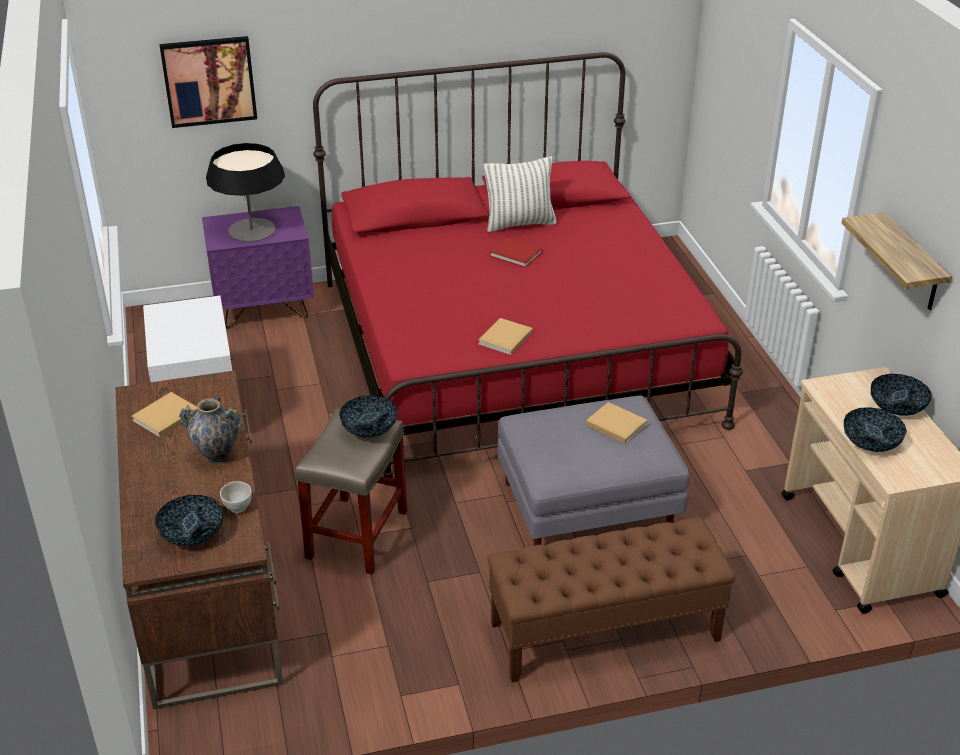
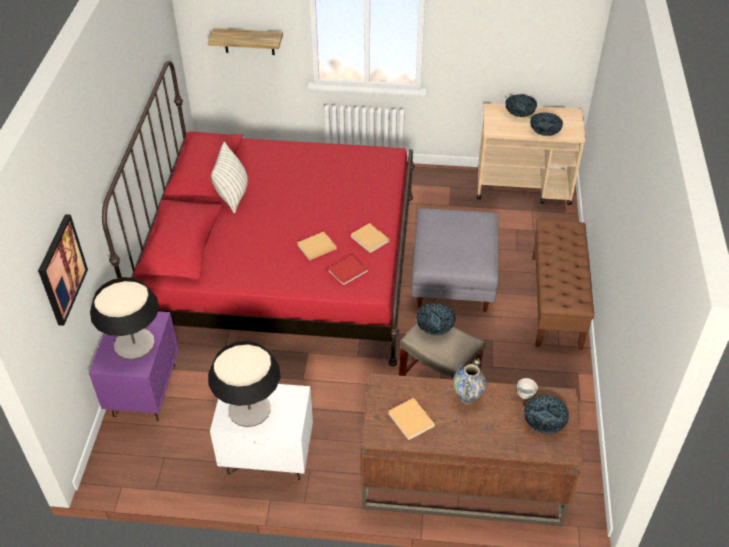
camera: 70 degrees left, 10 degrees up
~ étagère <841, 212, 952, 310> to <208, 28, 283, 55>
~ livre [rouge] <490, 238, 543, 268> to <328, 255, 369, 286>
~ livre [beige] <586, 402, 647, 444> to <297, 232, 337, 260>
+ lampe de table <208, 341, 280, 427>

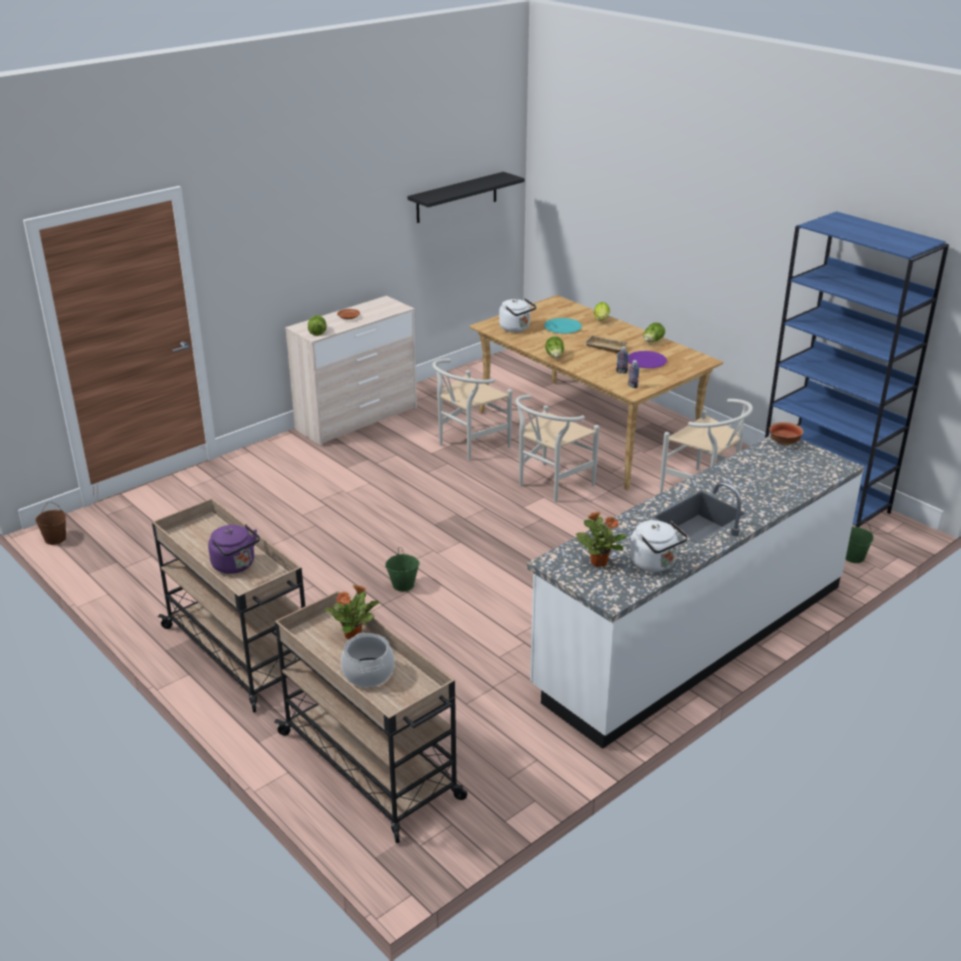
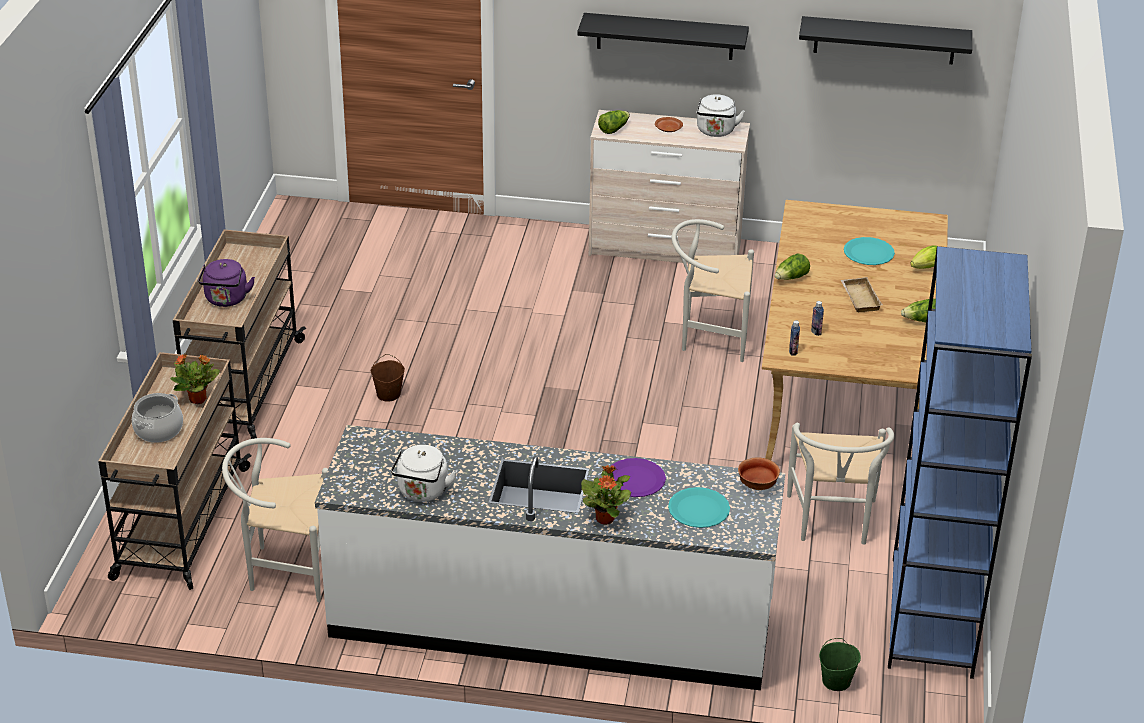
camera: 50 degrees right, 5 degrees up
~ bouilloire [blanc] <499, 298, 537, 332> to <697, 94, 745, 137>
~ assiette [violet] <628, 351, 667, 368> to <612, 458, 666, 497>
~ chaise [blanc] <515, 395, 599, 502> to <222, 438, 328, 602>
~ seau [marron] <35, 502, 66, 545> to <371, 354, 405, 402>
~ plante en pot <576, 512, 627, 567> to <581, 465, 631, 525>
- seau [vert] <385, 547, 420, 591>
+ étagère [noir] <577, 13, 749, 60>
+ assiette [turquoise] <668, 487, 730, 528>

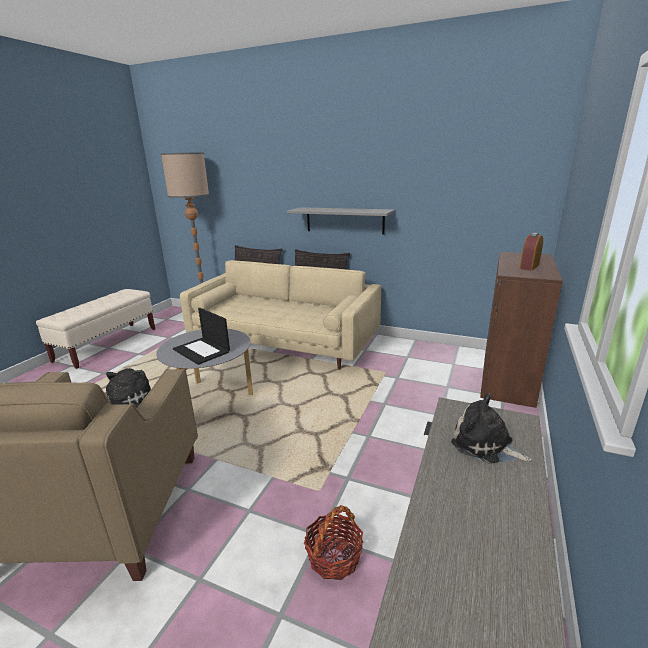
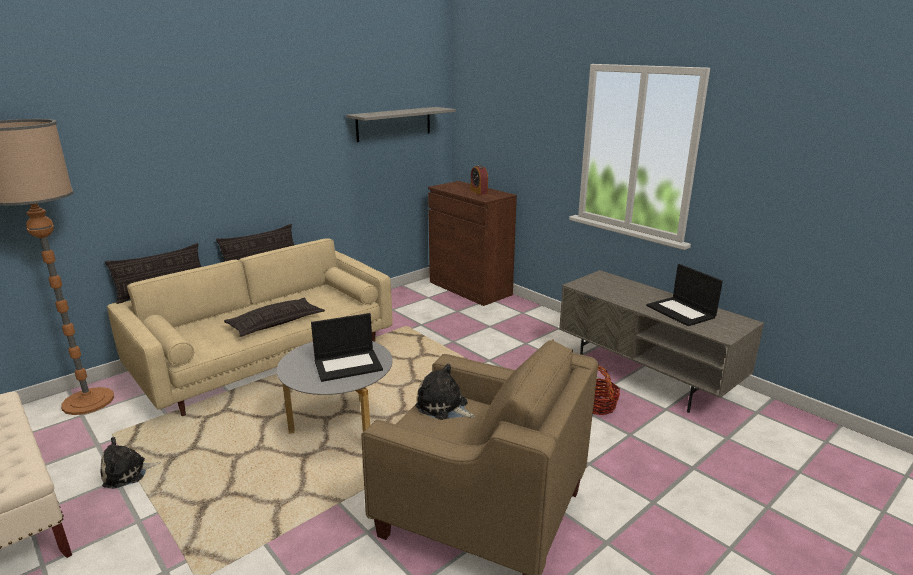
camera: 65 degrees left, 0 degrees up
~ étagère [gris] <287, 207, 394, 235> to <346, 107, 456, 142>
~ peluche <451, 393, 532, 464> to <100, 437, 161, 489>
+ ordinateur portable <646, 264, 723, 326>
+ coussin <224, 298, 325, 337>

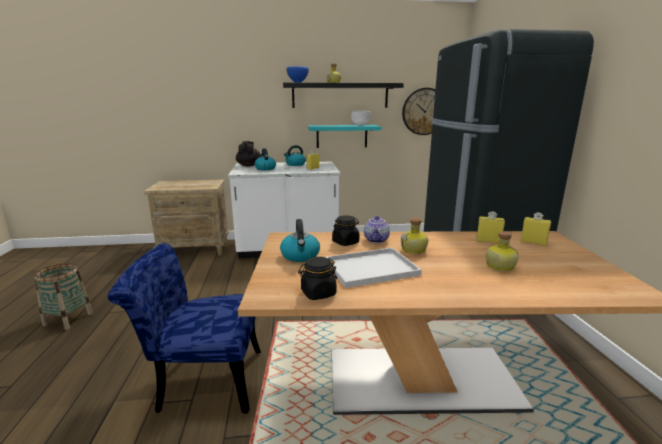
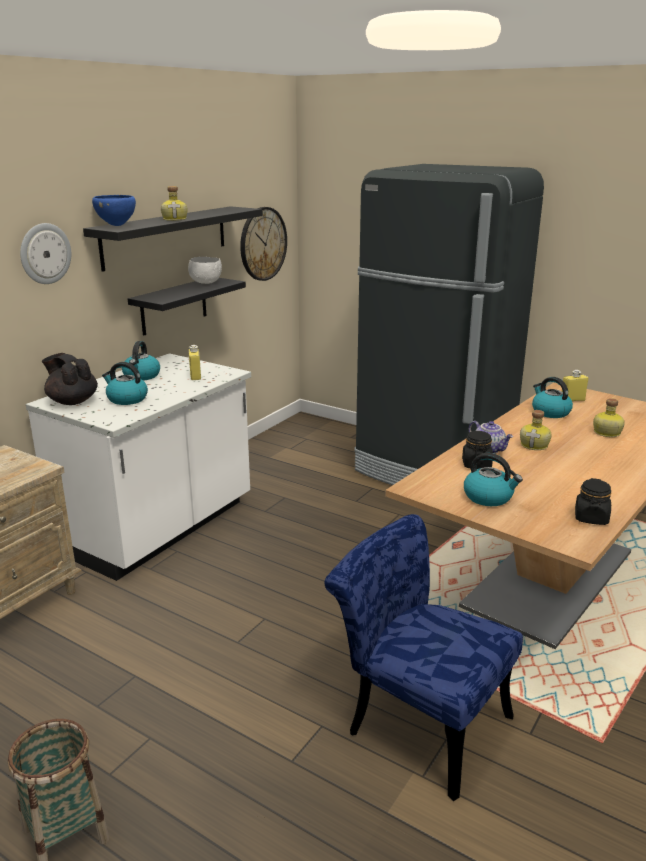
camera: 50 degrees left, 5 degrees up
~ étagère [turquoise] <308, 125, 381, 148> to étagère [noir] <128, 278, 246, 336>
~ bouteille [jaune] <476, 211, 505, 244> to bouilloire <532, 377, 573, 418>
~ chaise [bleu] <108, 243, 261, 414> = <324, 514, 523, 801> 90 degrees clockwise
- plateau [blanc] <325, 248, 422, 288>
+ horloge murale <20, 223, 71, 284>

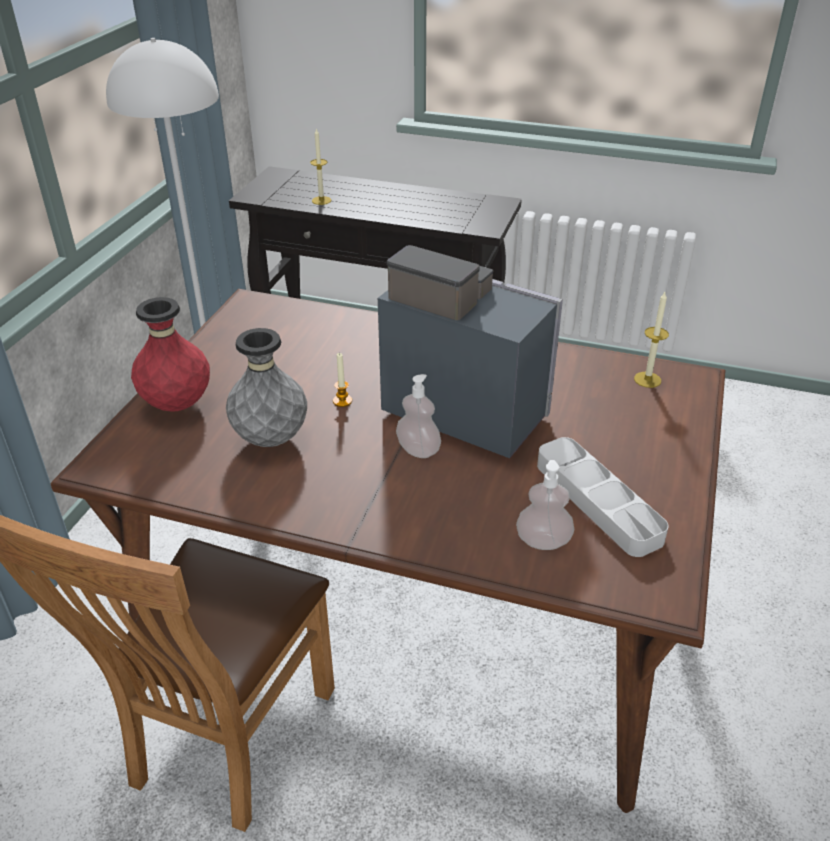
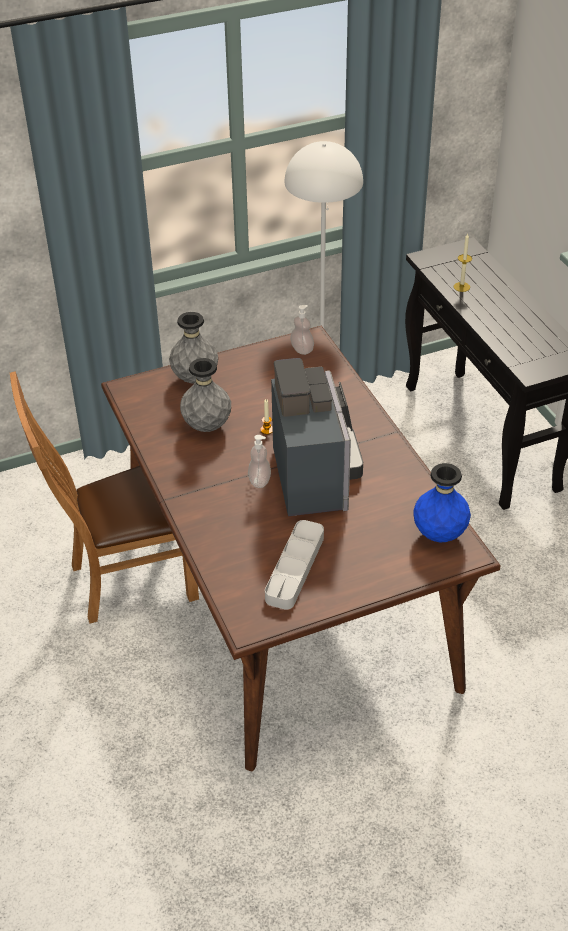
camera: 50 degrees right, 5 degrees up
~ bougie <634, 292, 669, 388> to vase [bleu] <413, 463, 471, 542>
~ vase [rouge] <131, 297, 210, 412> to vase [gris] <169, 312, 218, 383>
~ distributeur de savon <516, 460, 574, 550> to <290, 305, 314, 355>

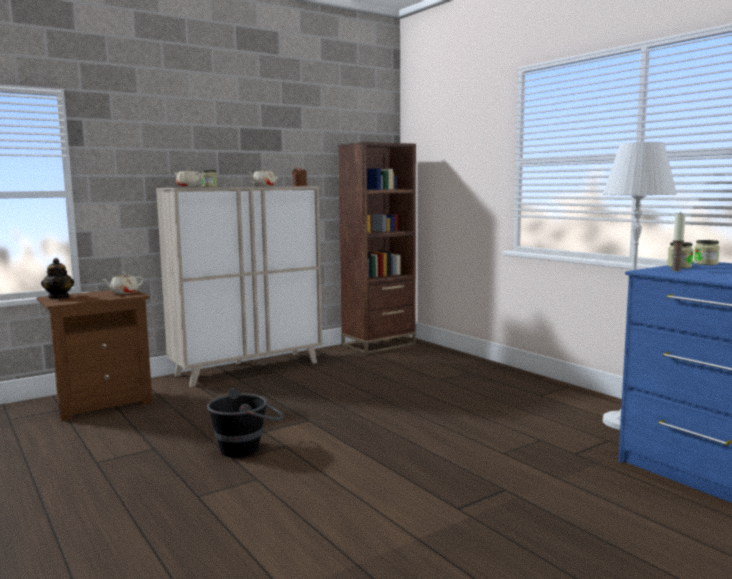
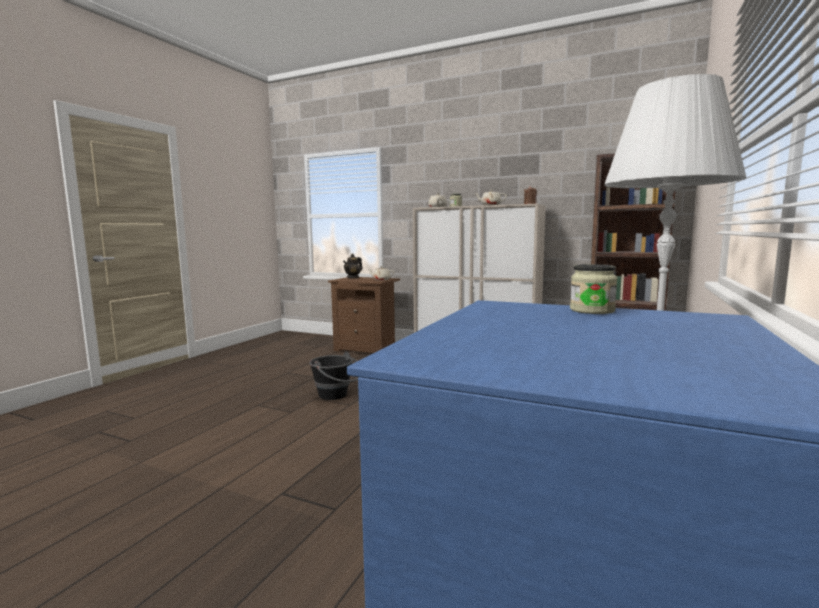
camera: 60 degrees right, 0 degrees up
- bougie <671, 212, 686, 271>
- bocal <694, 240, 720, 265>

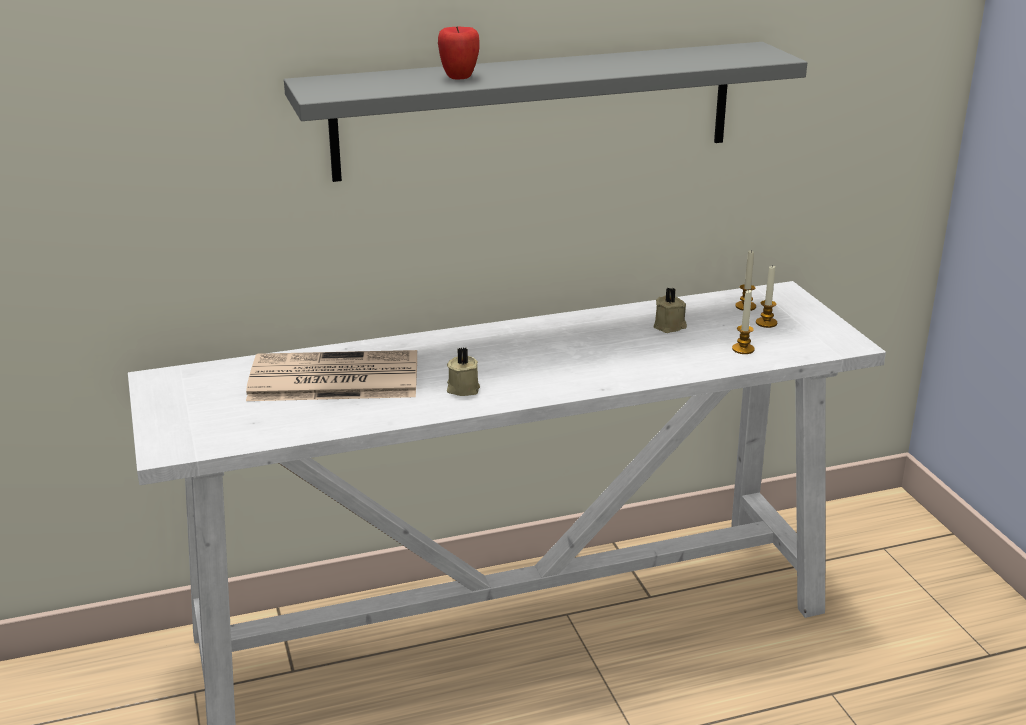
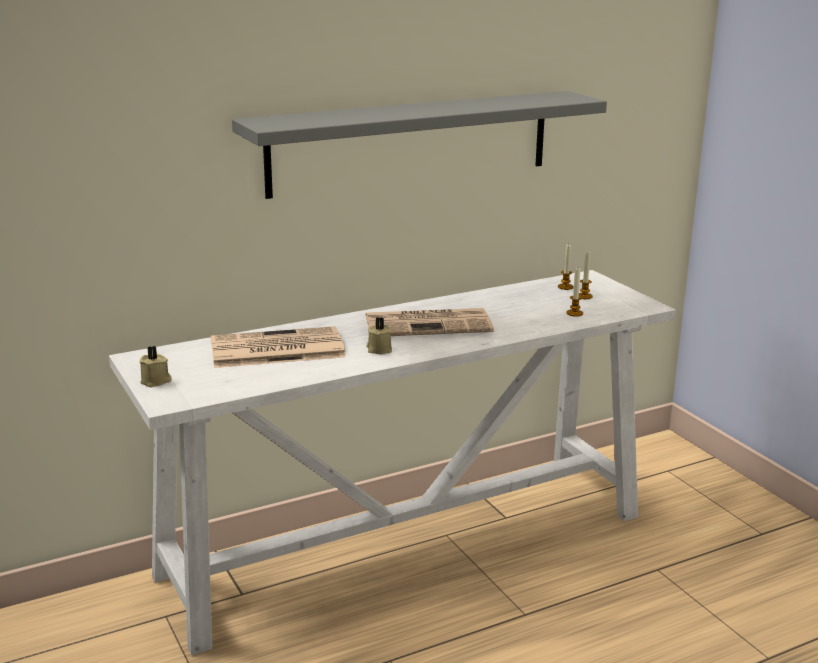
camera: 10 degrees left, 5 degrees down
- pomme <438, 26, 480, 79>
~ bougie [beige] <654, 288, 687, 333> to <140, 346, 172, 388>
+ journal <366, 308, 494, 336>

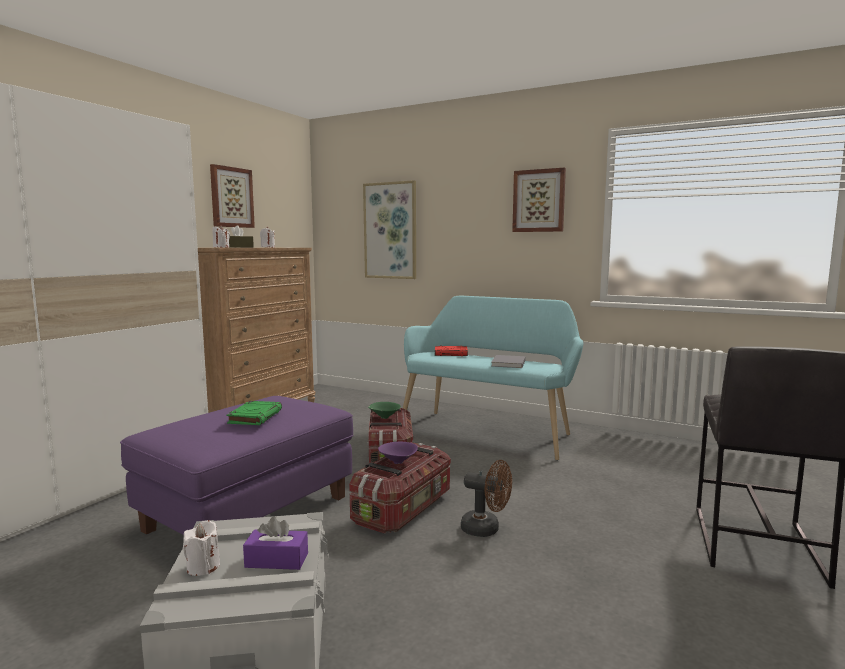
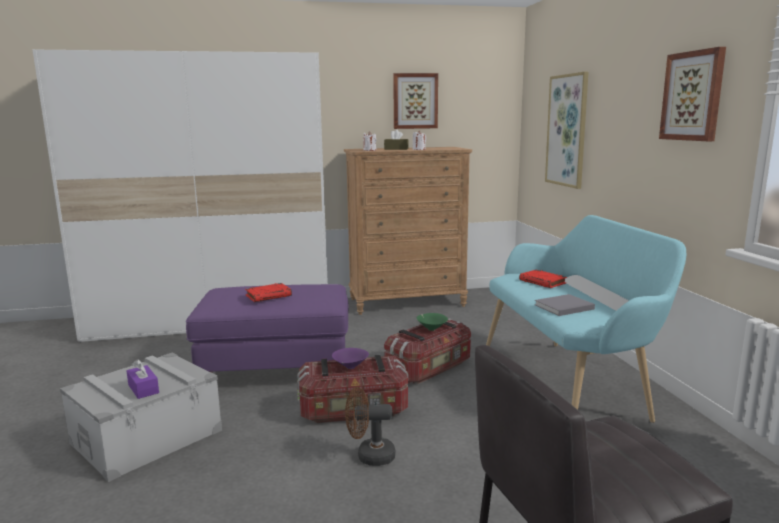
camera: 50 degrees right, 5 degrees up
~ livre [vert] <226, 401, 282, 425> to livre [rouge] <245, 283, 292, 302>
~ ventilateur [marron] <461, 460, 512, 537> = <345, 387, 395, 466> 105 degrees clockwise
- bougie [blanc] <183, 520, 220, 576>

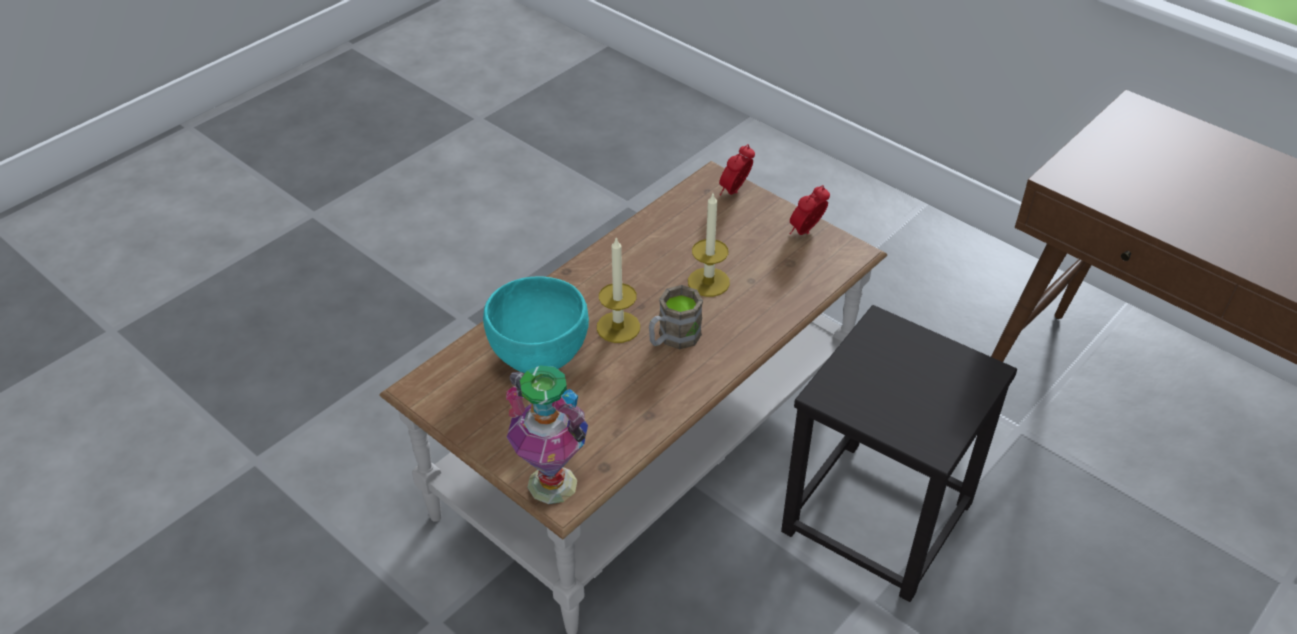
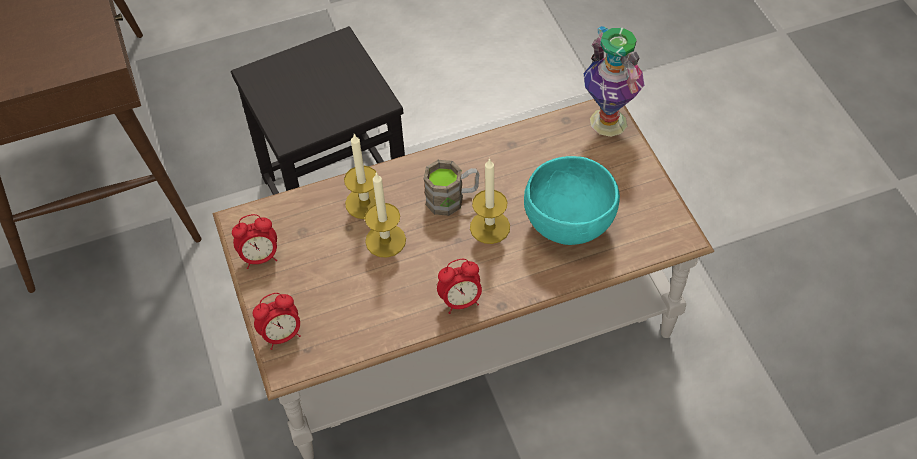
camera: 150 degrees left, 10 degrees up
+ bougie <344, 134, 378, 219>
+ réveil <437, 259, 482, 314>

